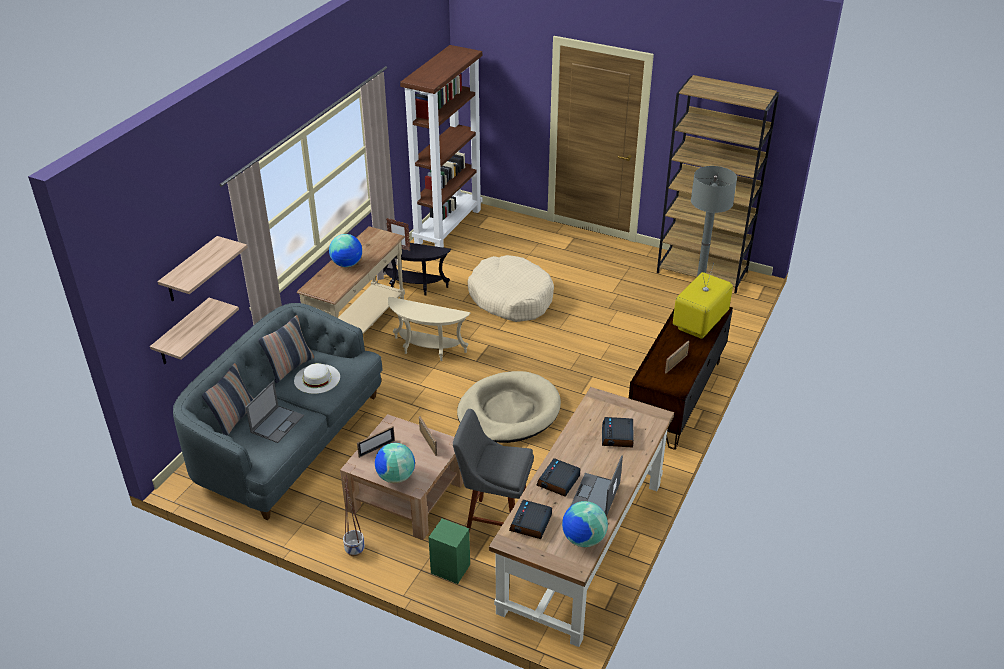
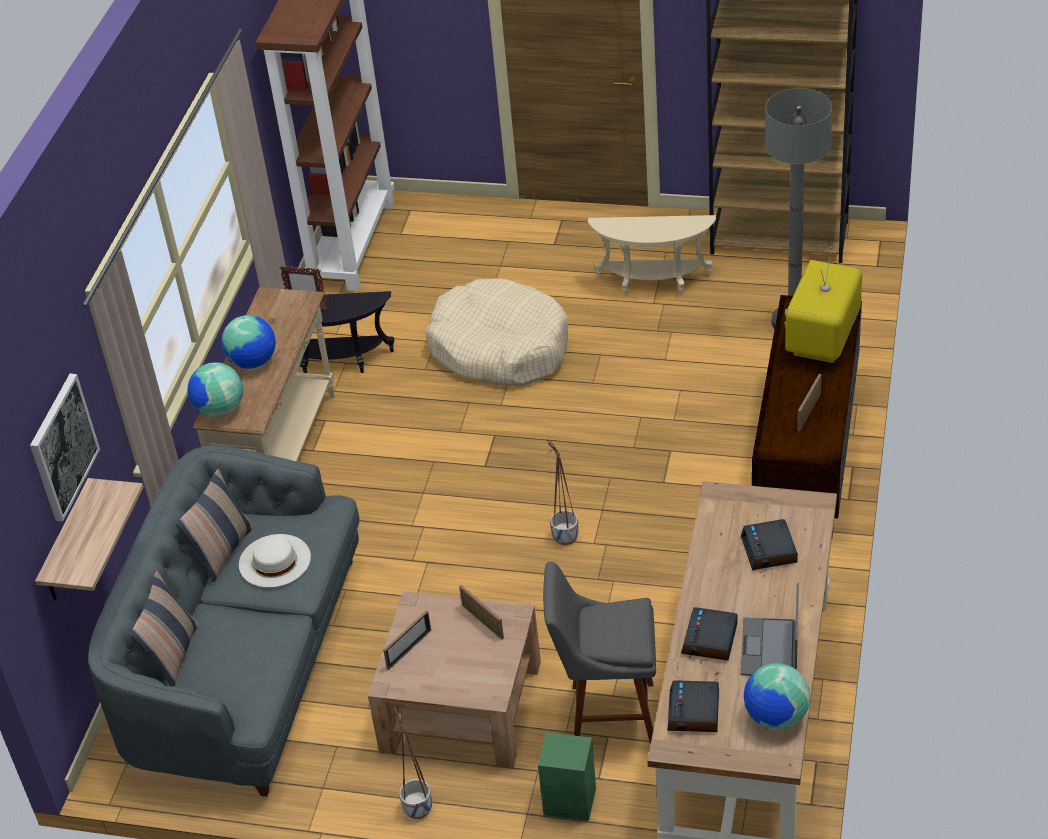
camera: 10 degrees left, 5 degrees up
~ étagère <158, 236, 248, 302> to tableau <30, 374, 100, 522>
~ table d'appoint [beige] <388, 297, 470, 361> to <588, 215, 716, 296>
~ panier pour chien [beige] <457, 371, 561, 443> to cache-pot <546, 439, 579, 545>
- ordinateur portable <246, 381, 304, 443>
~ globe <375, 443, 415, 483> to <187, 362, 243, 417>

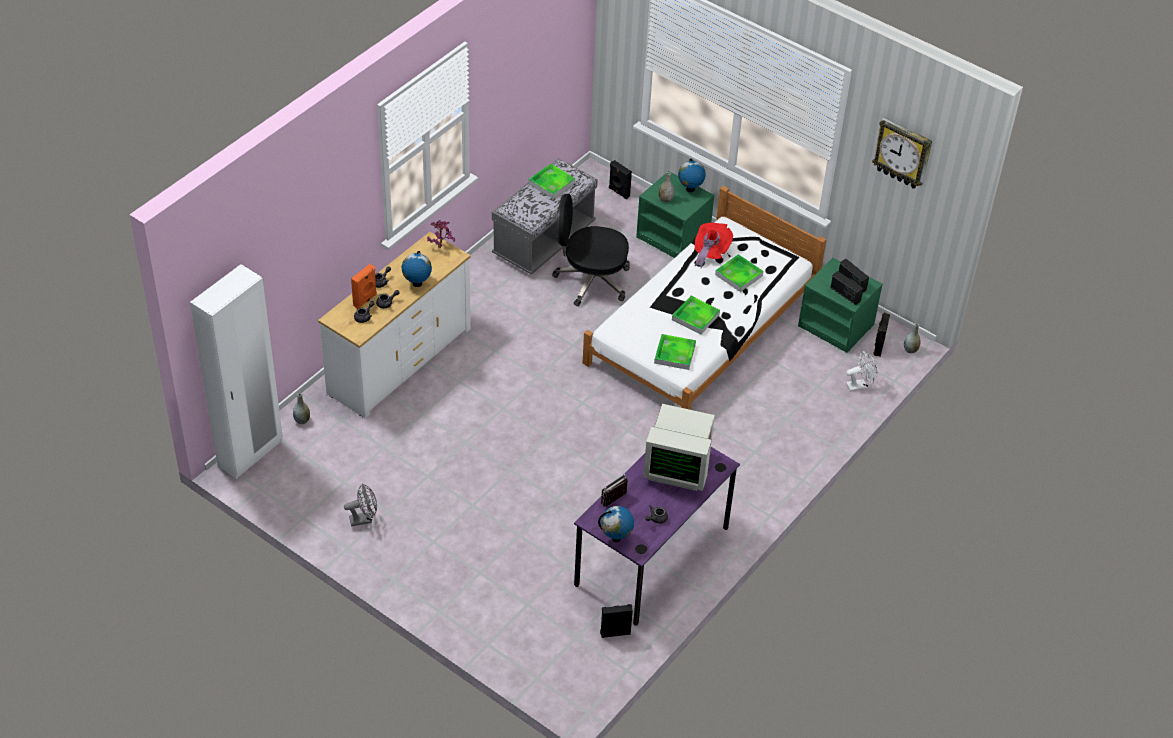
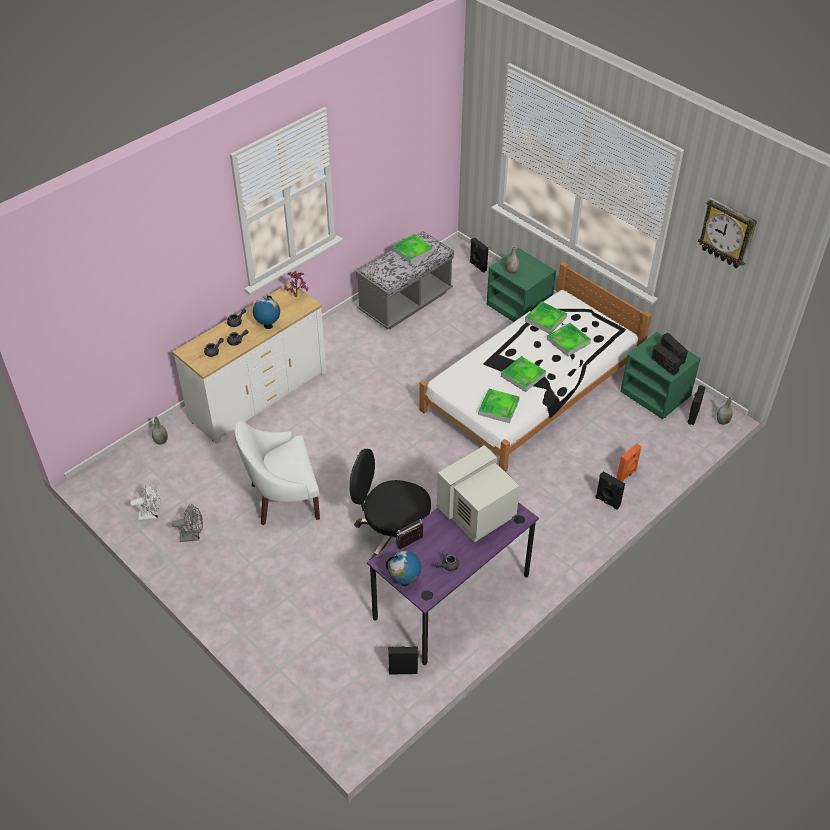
camera: 10 degrees right, 0 degrees up
- globe <678, 159, 706, 192>
~ chaise de bureau [noir] <552, 194, 630, 306> to <349, 449, 431, 560>
~ chapeau [rouge] <695, 223, 733, 269> to plateau <525, 302, 567, 334>
- armoire [blanc] <190, 264, 283, 479>
~ enceinte [orange] <351, 264, 377, 309> to <617, 443, 642, 482>
~ ventilateur [blanc] <846, 351, 877, 392> to <130, 483, 161, 521>
~ écran d'ordinateur <643, 404, 715, 491> = <437, 445, 520, 542> 120 degrees clockwise
+ fauteuil [blanc] <234, 421, 320, 525>
+ enceinte [noir] <596, 471, 625, 510>

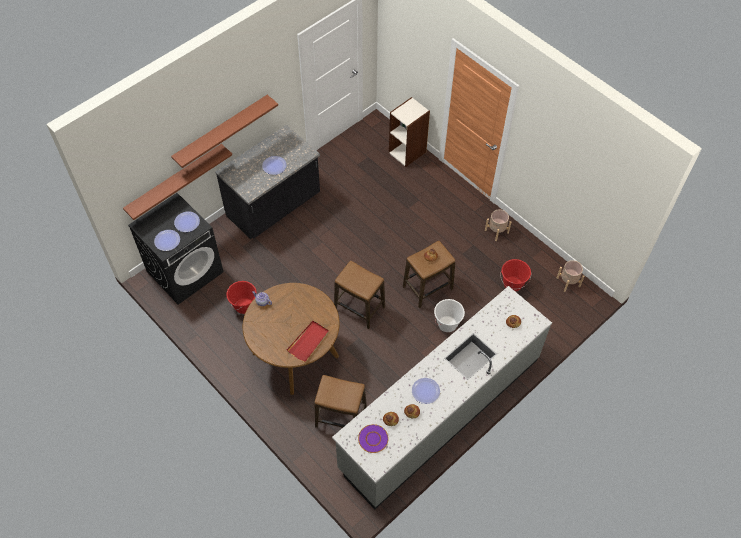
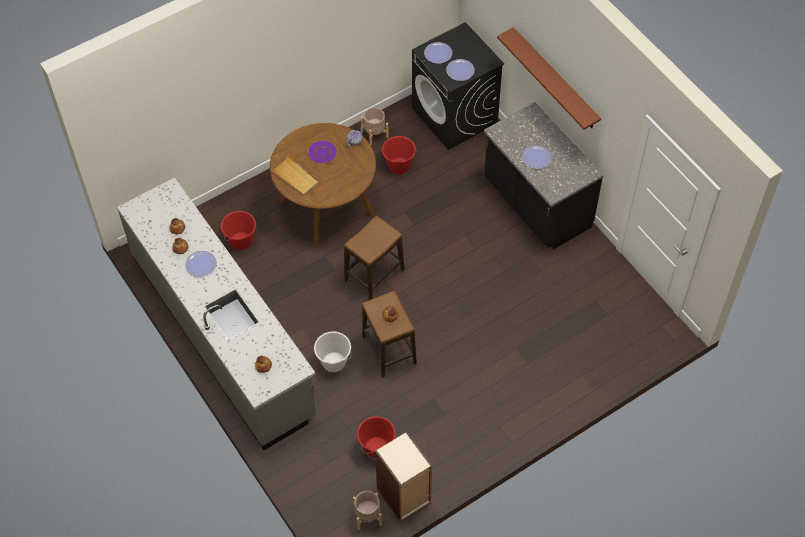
camera: 100 degrees right, 0 degrees up
~ bibliothèque <389, 97, 430, 167> to <375, 432, 432, 522>
- étagère [marron] <123, 144, 232, 220>
~ cache-pot [beige] <485, 209, 511, 241> to <361, 107, 389, 145>
~ plateau [rouge] <287, 321, 329, 362> to plateau [beige] <270, 155, 320, 196>
~ tabouret <314, 375, 367, 428> to seau [rouge] <221, 211, 256, 250>
~ assiette [violet] <358, 424, 389, 453> to <307, 140, 337, 164>

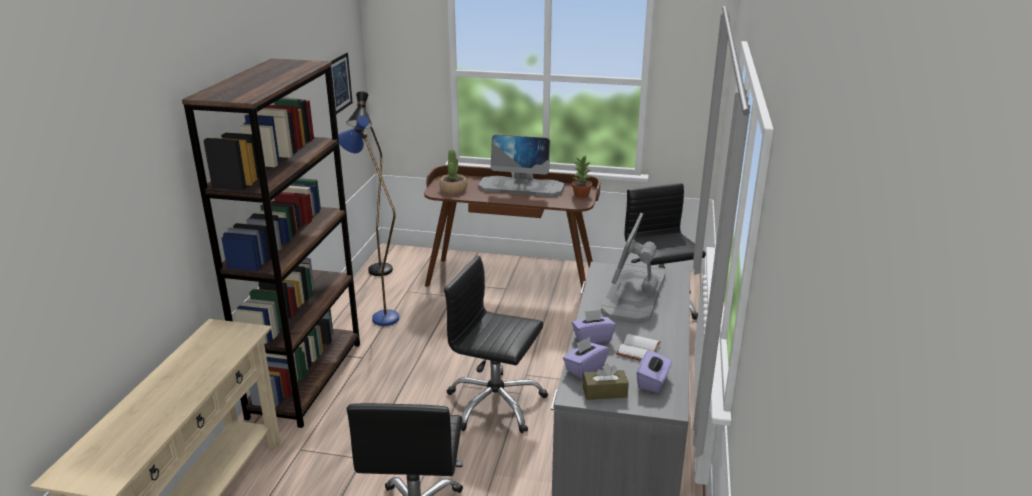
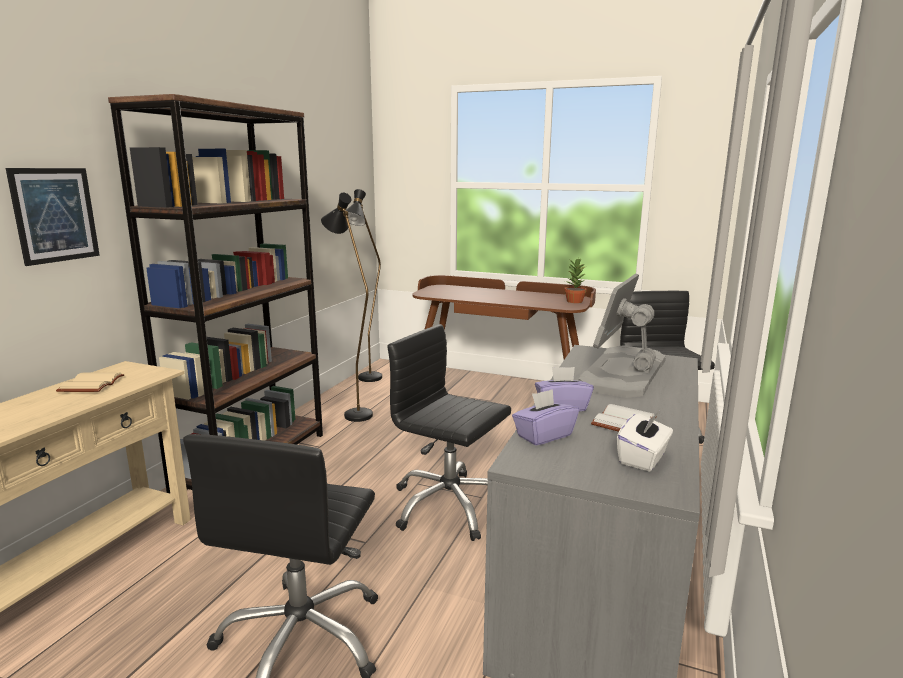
camera: 10 degrees right, 10 degrees down
~ tableau <331, 53, 353, 114> to <6, 168, 100, 266>
~ lampadaire [bleu] <338, 115, 399, 326> to lampadaire [noir] <321, 193, 373, 422>
- écran d'ordinateur <478, 134, 565, 197>
- plante en pot <439, 149, 467, 194>
~ boîte à mouchoirs [violet] <637, 350, 672, 393> to boîte à mouchoirs [blanc] <617, 412, 673, 472>
- boîte à mouchoirs [marron] <583, 364, 629, 400>
+ livre [beige] <56, 373, 124, 392>

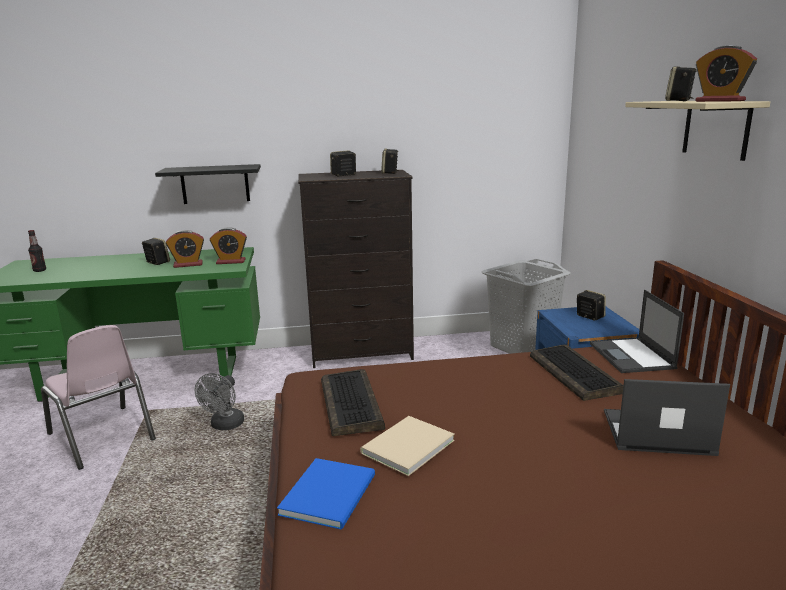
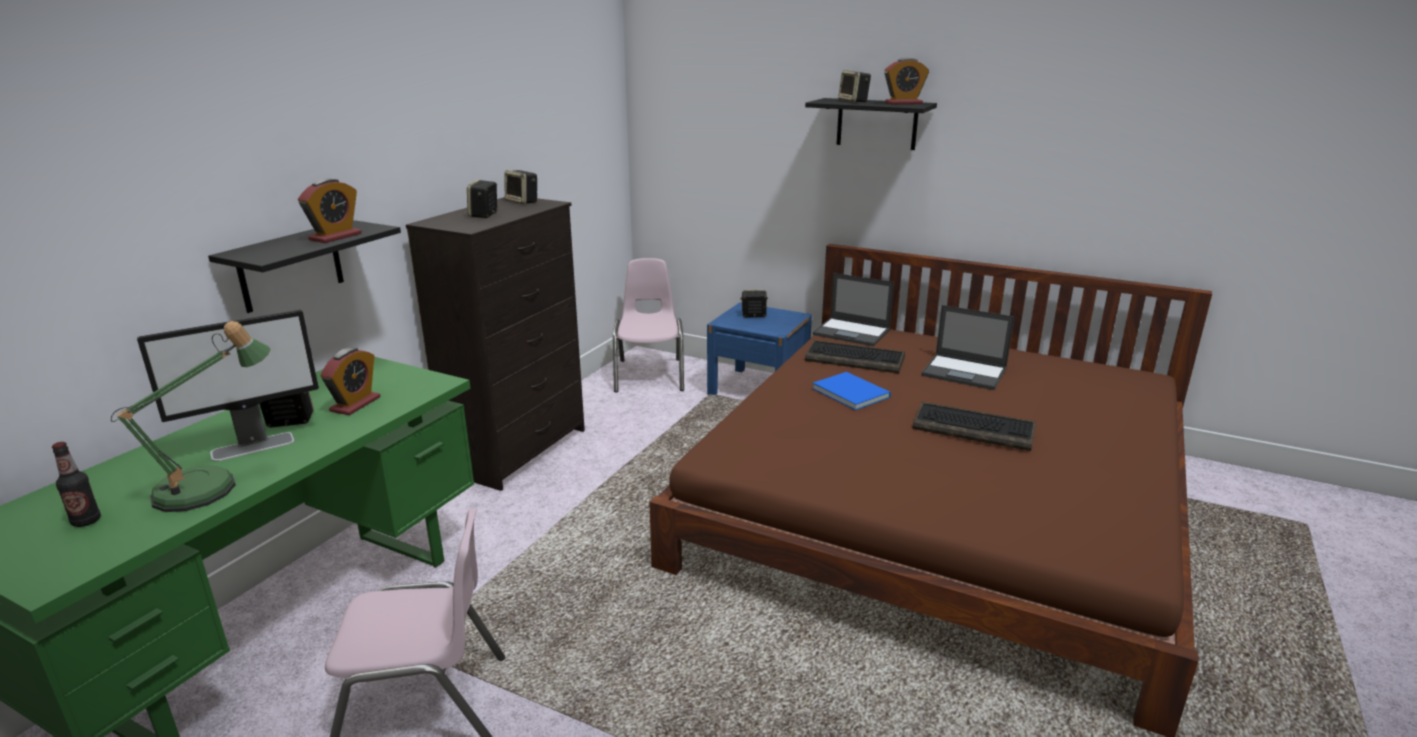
camera: 55 degrees left, 5 degrees up
~ étagère [beige] <625, 101, 770, 161> to étagère [noir] <805, 98, 937, 150>
~ réveil <210, 227, 247, 264> to <298, 179, 362, 243>
~ panier à linge [gris] <481, 259, 571, 354> to chaise [rose] <613, 258, 684, 392>
~ clavier <321, 369, 385, 436> to <913, 402, 1036, 451>
- ventilateur [gris] <195, 373, 244, 430>
~ ordinateur portable <604, 379, 730, 456> = <921, 305, 1015, 390> 105 degrees counterclockwise
- livre [beige] <360, 416, 455, 476>
~ livre [bleu] <277, 458, 375, 530> to <812, 372, 891, 410>
+ écran d'ordinateur <137, 310, 319, 461>
+ lampe de table <111, 321, 271, 512>

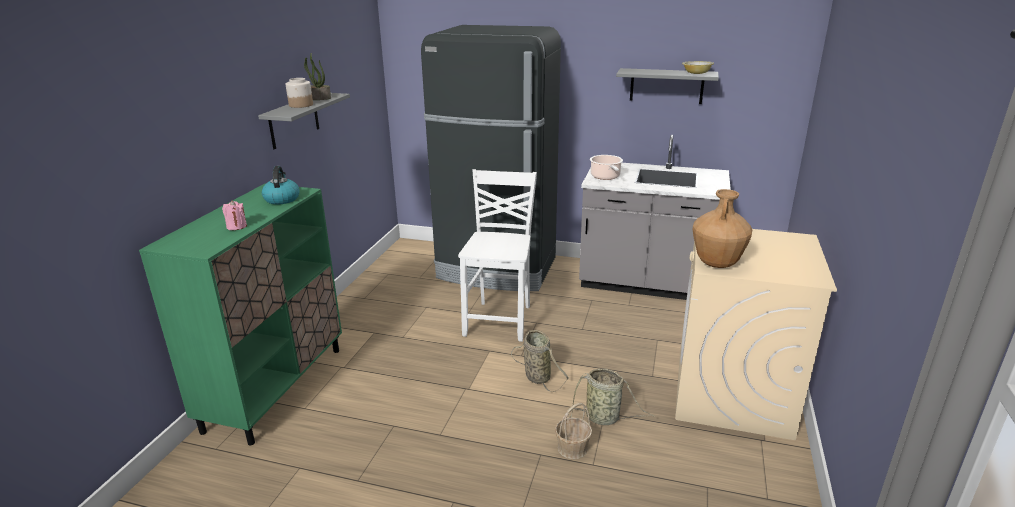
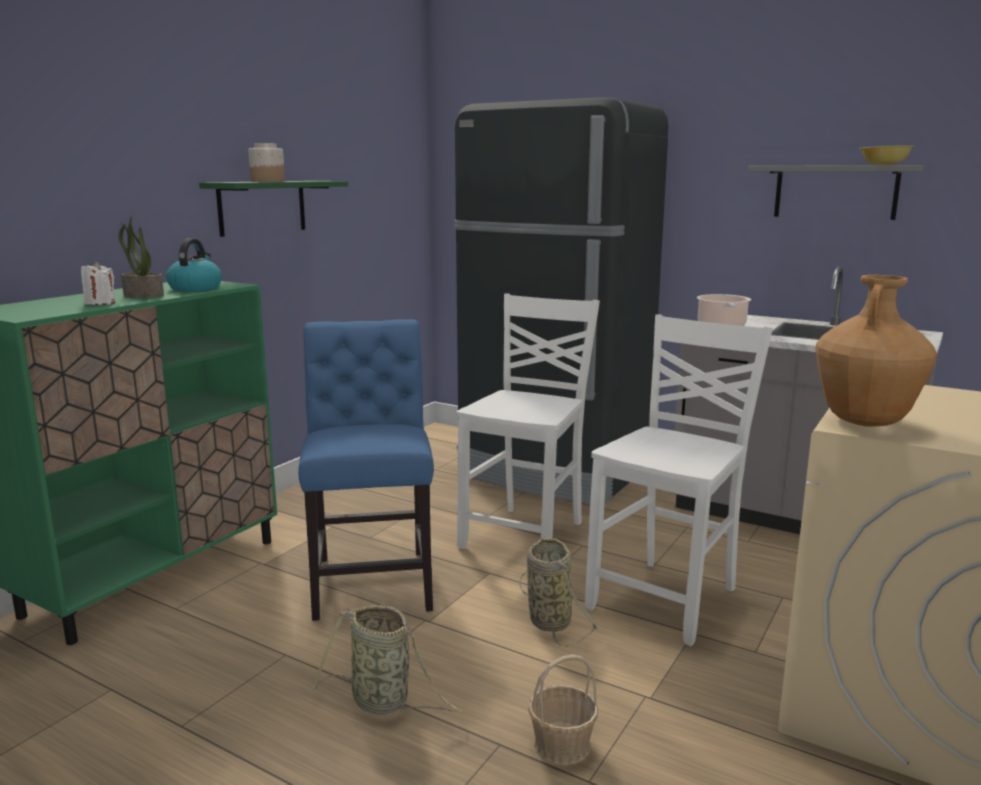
camera: 15 degrees right, 10 degrees down
~ plante en pot <304, 53, 331, 100> to <118, 215, 164, 298>
~ étagère [gris] <258, 93, 350, 149> to étagère [vert] <199, 181, 348, 237>
~ bougie [rose] <222, 200, 247, 230> to bougie [blanc] <81, 261, 116, 305>
~ panier <568, 368, 656, 425> to <312, 605, 464, 714>
+ chaise [blanc] <585, 314, 773, 646>
+ chaise [bleu] <298, 319, 434, 621>

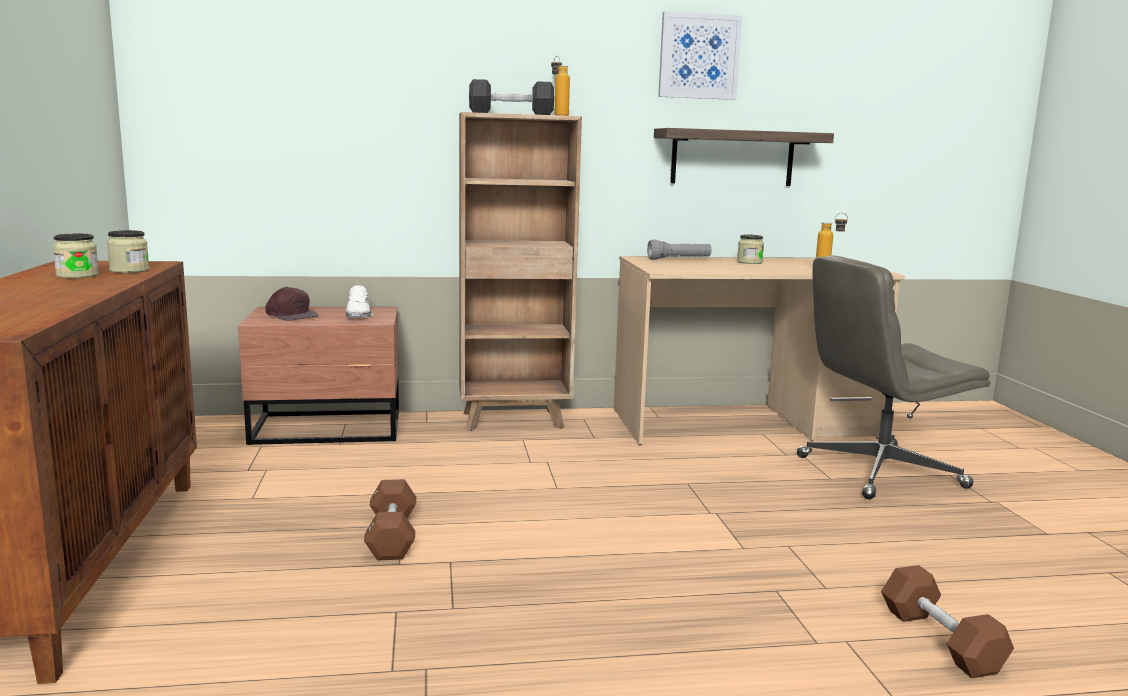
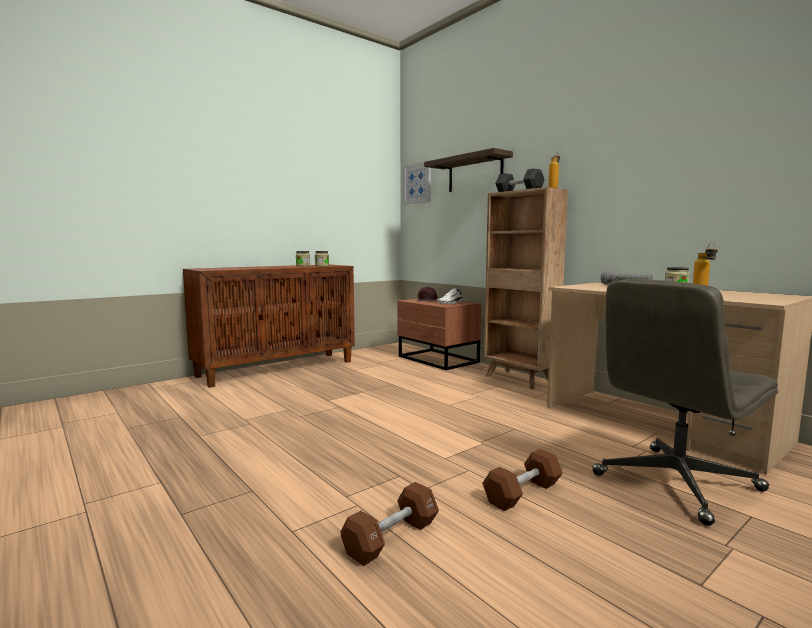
camera: 60 degrees right, 5 degrees down
~ tableau <658, 11, 742, 100> to <404, 162, 431, 204>
~ étagère <654, 128, 834, 186> to <424, 148, 513, 192>
~ chaise de bureau [gris] <797, 255, 990, 499> = <592, 279, 778, 526> 75 degrees counterclockwise
~ haltère [marron] <364, 479, 416, 561> to <482, 449, 563, 511>

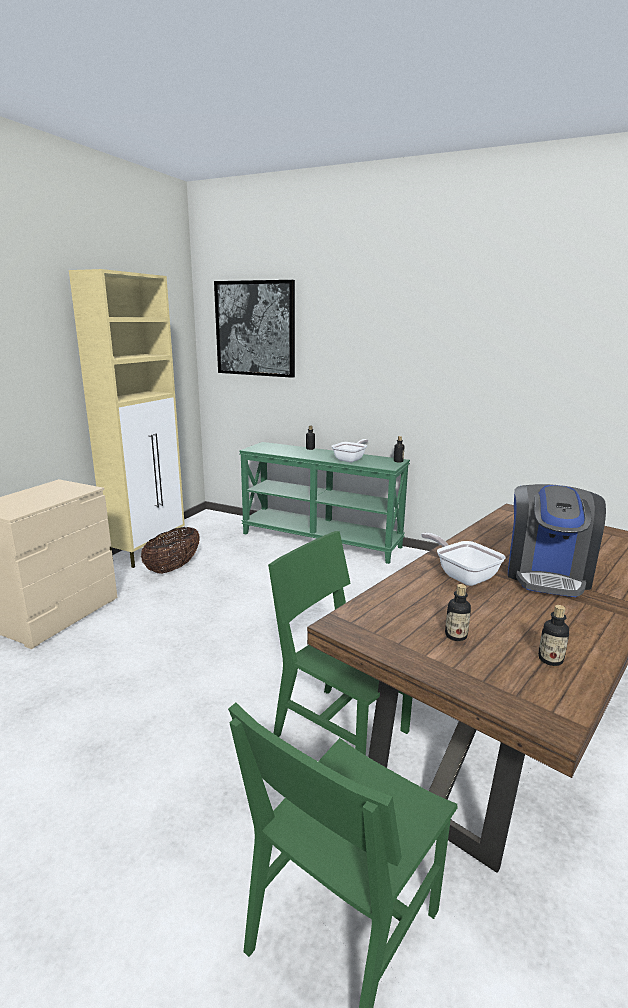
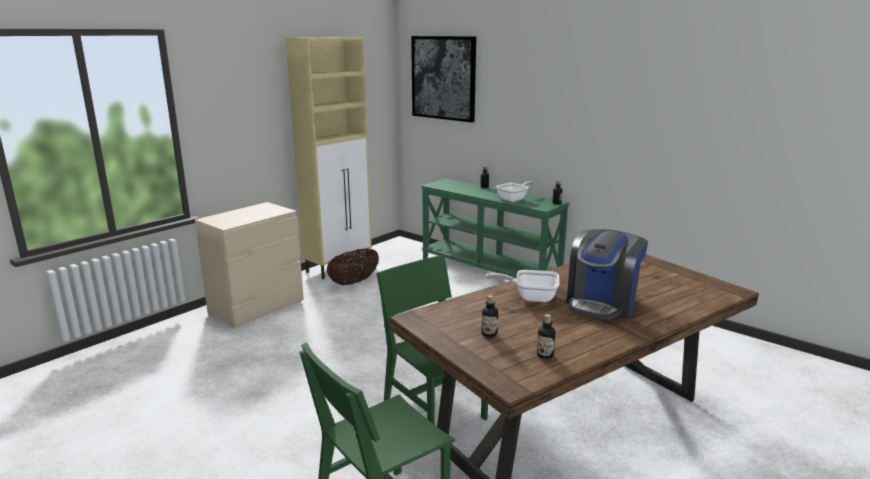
camera: 15 degrees right, 0 degrees up
~ poêle <421, 532, 505, 586> = <486, 270, 559, 302> 60 degrees counterclockwise

